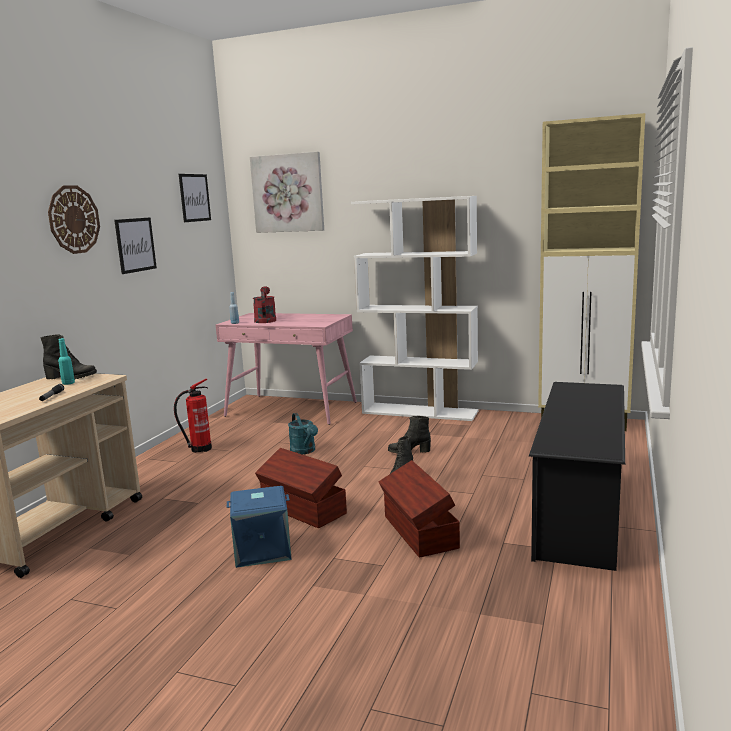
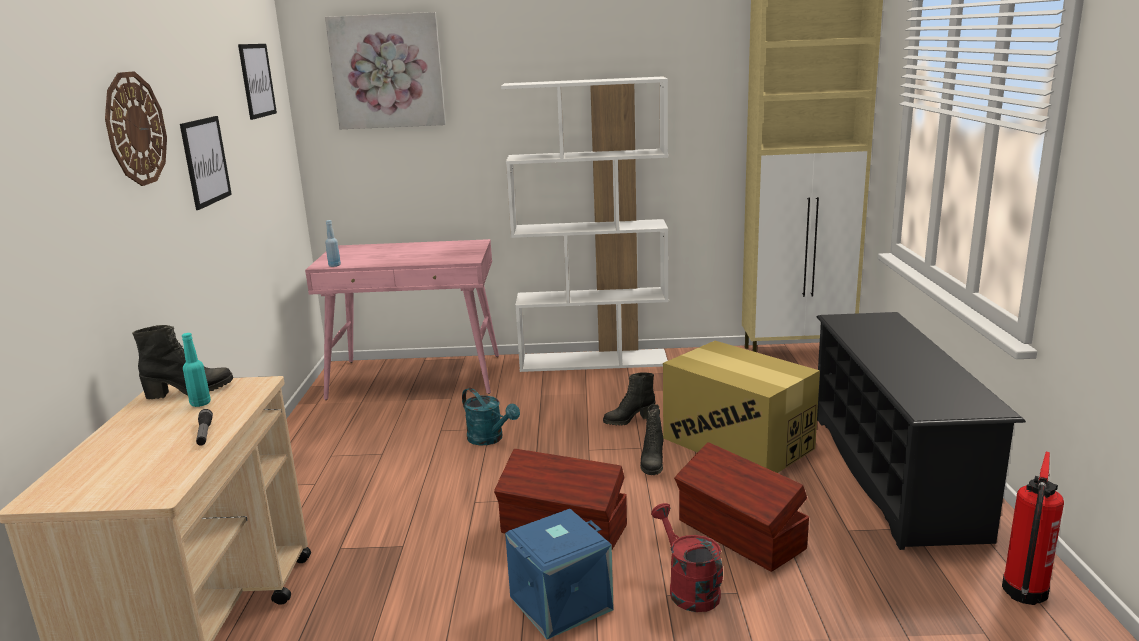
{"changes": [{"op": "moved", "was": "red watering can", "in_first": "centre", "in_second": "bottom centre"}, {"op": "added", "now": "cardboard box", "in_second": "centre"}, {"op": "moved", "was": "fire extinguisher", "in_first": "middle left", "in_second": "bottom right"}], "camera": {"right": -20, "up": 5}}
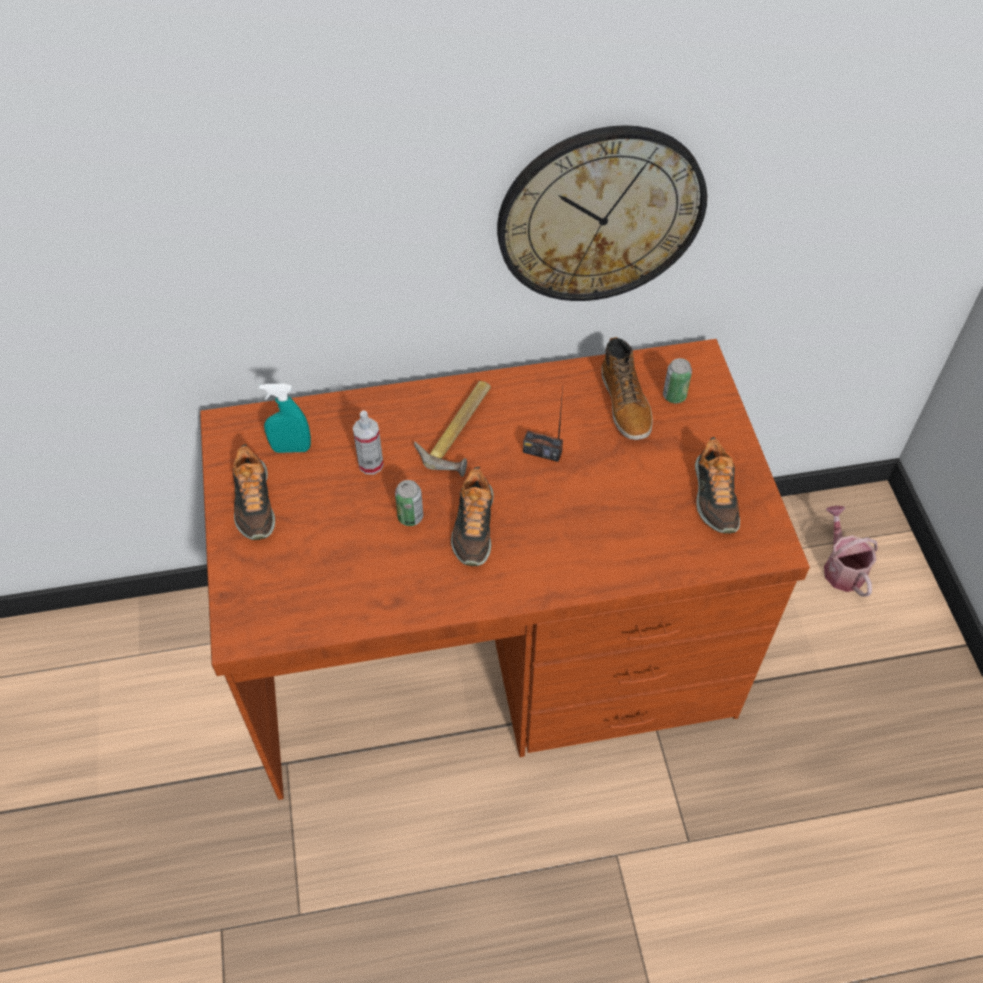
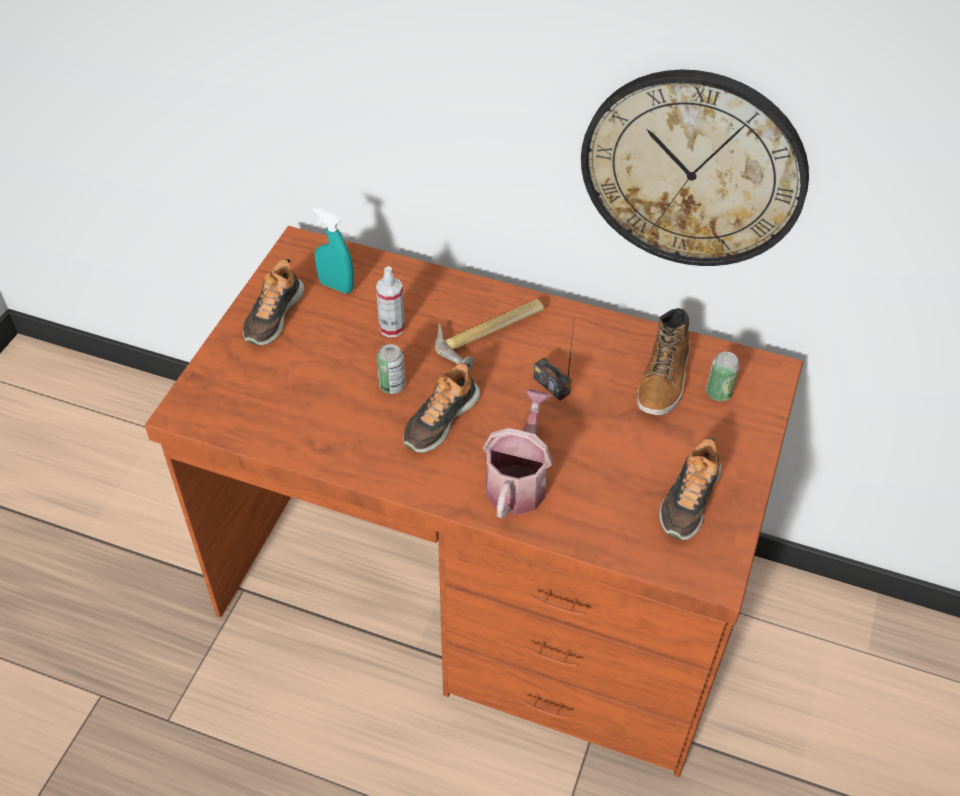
{"changes": [{"op": "moved", "was": "watering can", "in_first": "middle right", "in_second": "centre"}], "camera": {"right": 30, "up": -5}}
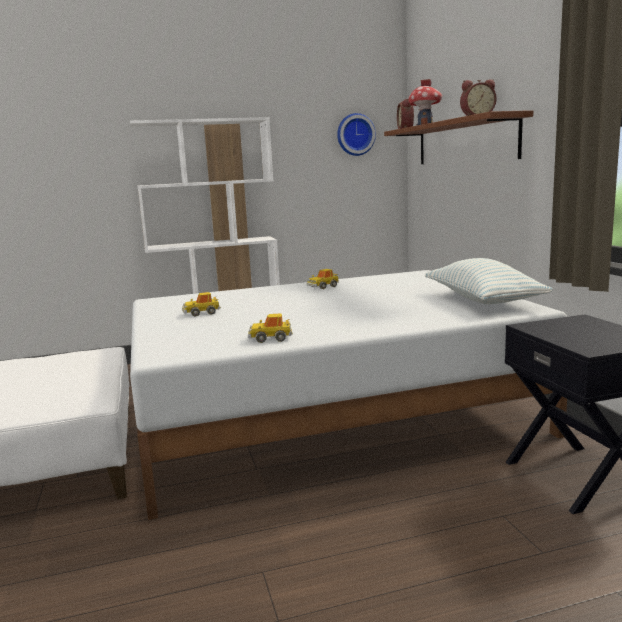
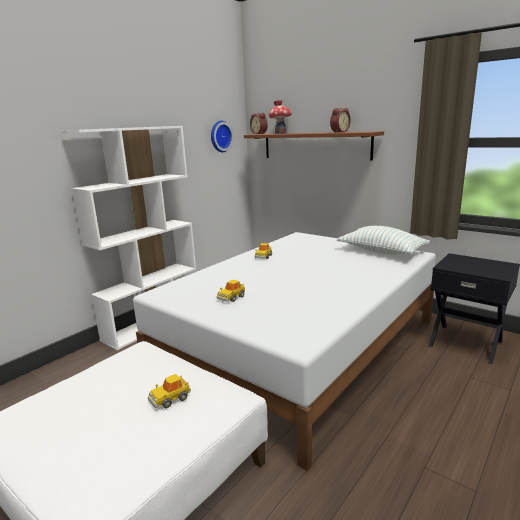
{"changes": [{"op": "moved", "was": "toy car (2nd from left in the first image)", "now": "toy car (1st from left)", "in_first": "centre", "in_second": "bottom left"}], "camera": {"right": -35, "up": 5}}
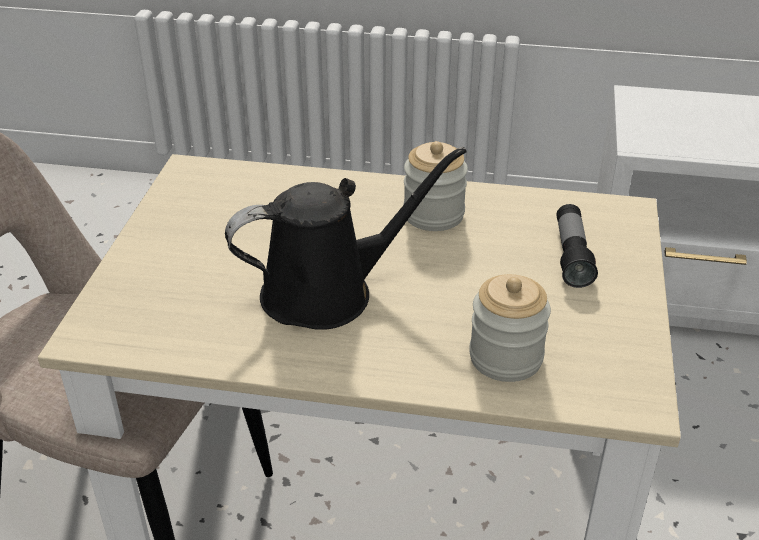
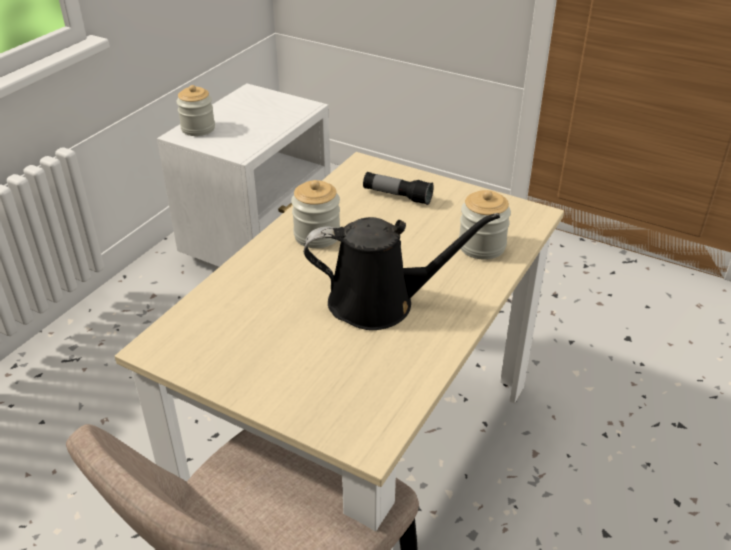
{"changes": [{"op": "added", "now": "jar (1st from left)", "in_second": "top left"}, {"op": "turned", "was": "black watering can", "in_first": "centre", "in_second": "centre", "clockwise": 90}], "camera": {"right": -70, "up": 0}}
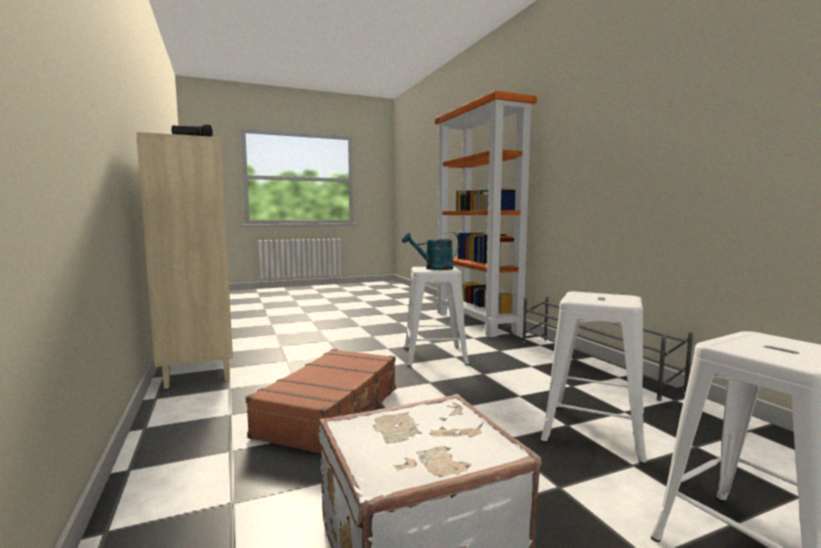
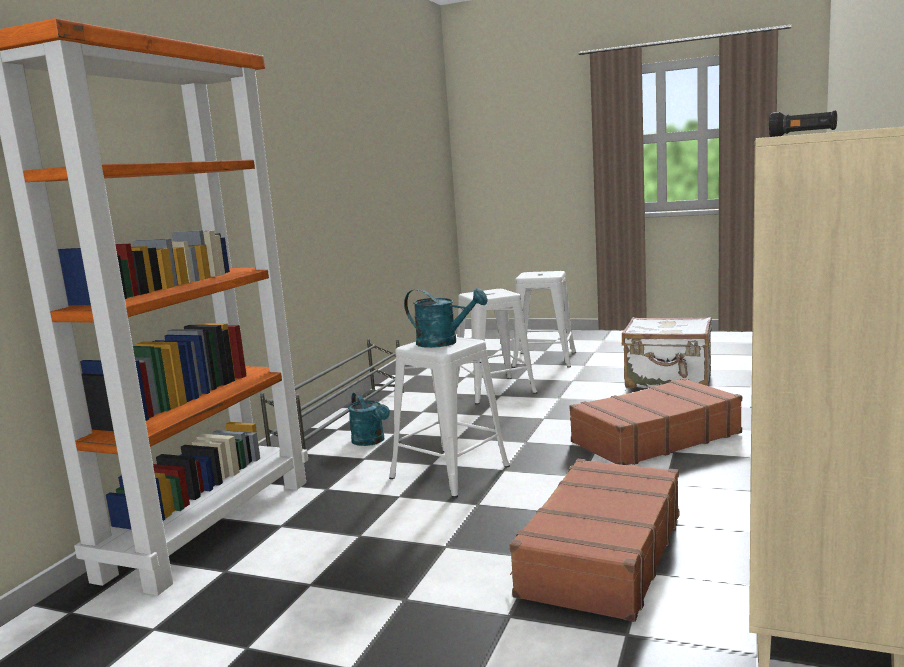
{"changes": [{"op": "added", "now": "turquoise watering can (1st from left)", "in_second": "centre"}, {"op": "added", "now": "brown suitcase (1st from left)", "in_second": "bottom centre"}], "camera": {"right": -135, "up": 5}}
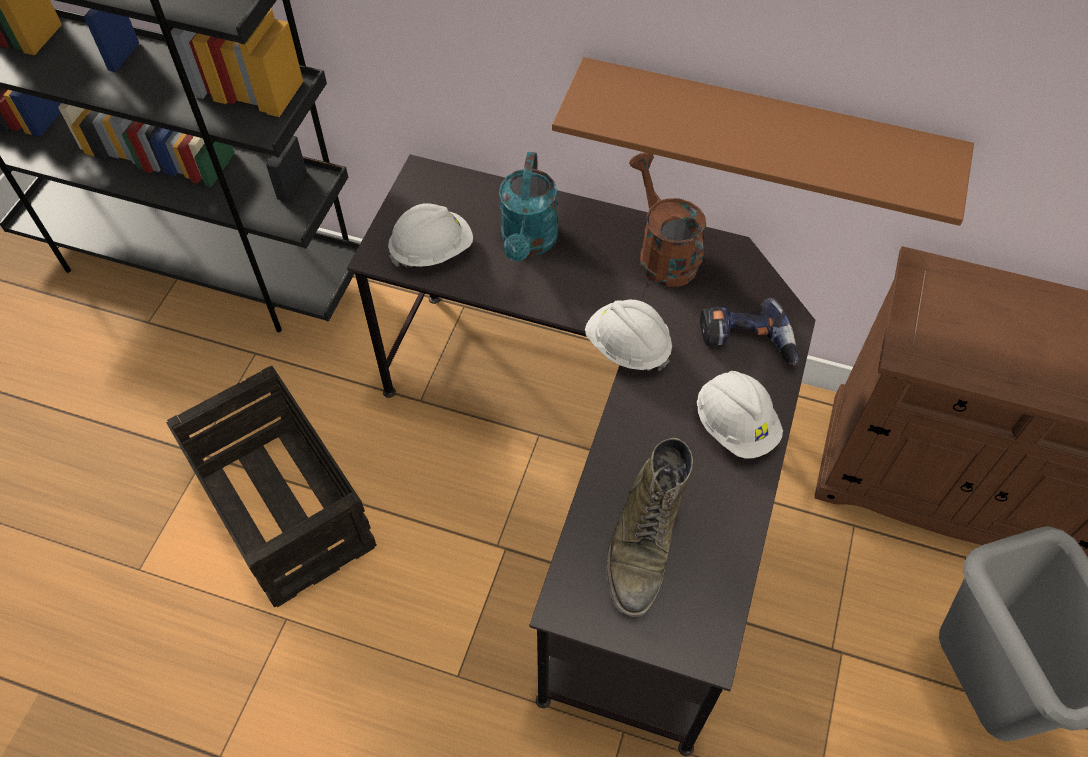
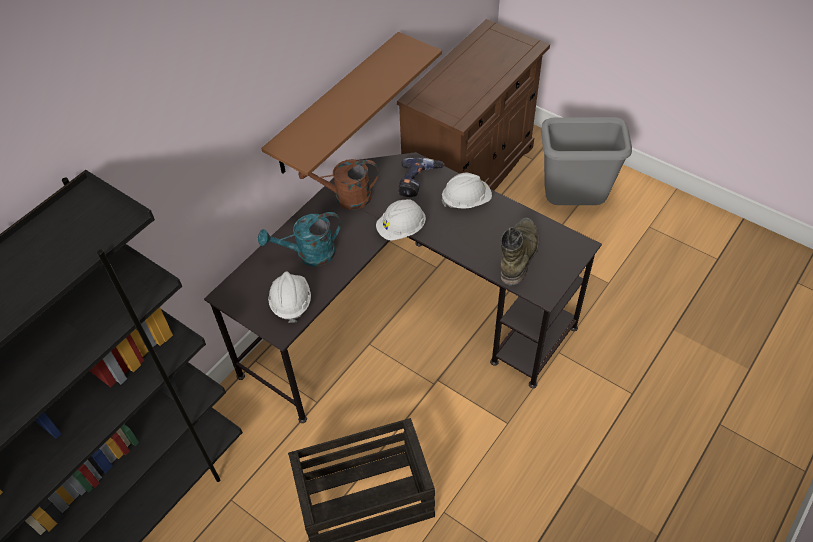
{"changes": [{"op": "turned", "was": "turquoise watering can", "in_first": "top centre", "in_second": "centre", "clockwise": 135}, {"op": "turned", "was": "green boot", "in_first": "bottom centre", "in_second": "centre", "clockwise": -105}], "camera": {"right": -70, "up": -5}}
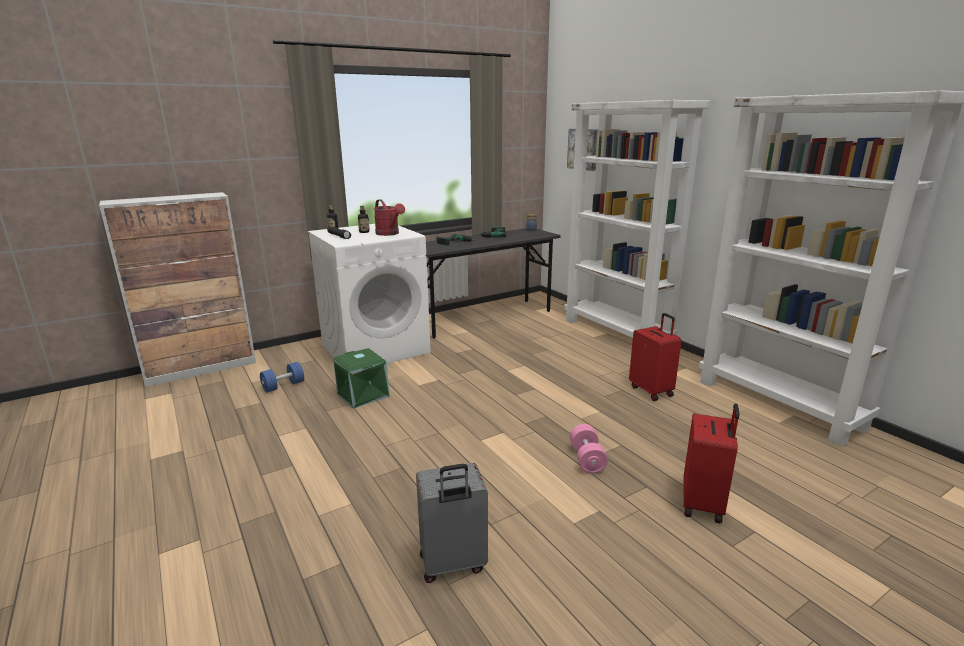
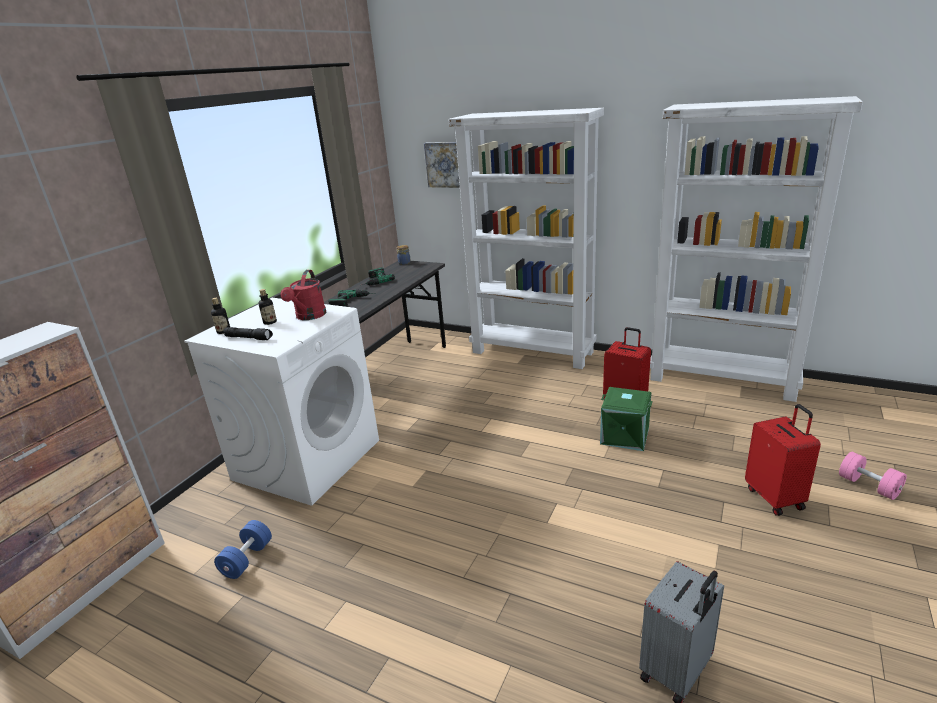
{"changes": [{"op": "turned", "was": "red watering can", "in_first": "centre", "in_second": "middle left", "clockwise": 75}, {"op": "moved", "was": "green storage box", "in_first": "centre", "in_second": "middle right"}, {"op": "moved", "was": "pink dumbbell", "in_first": "bottom centre", "in_second": "bottom right"}], "camera": {"right": -30, "up": 5}}
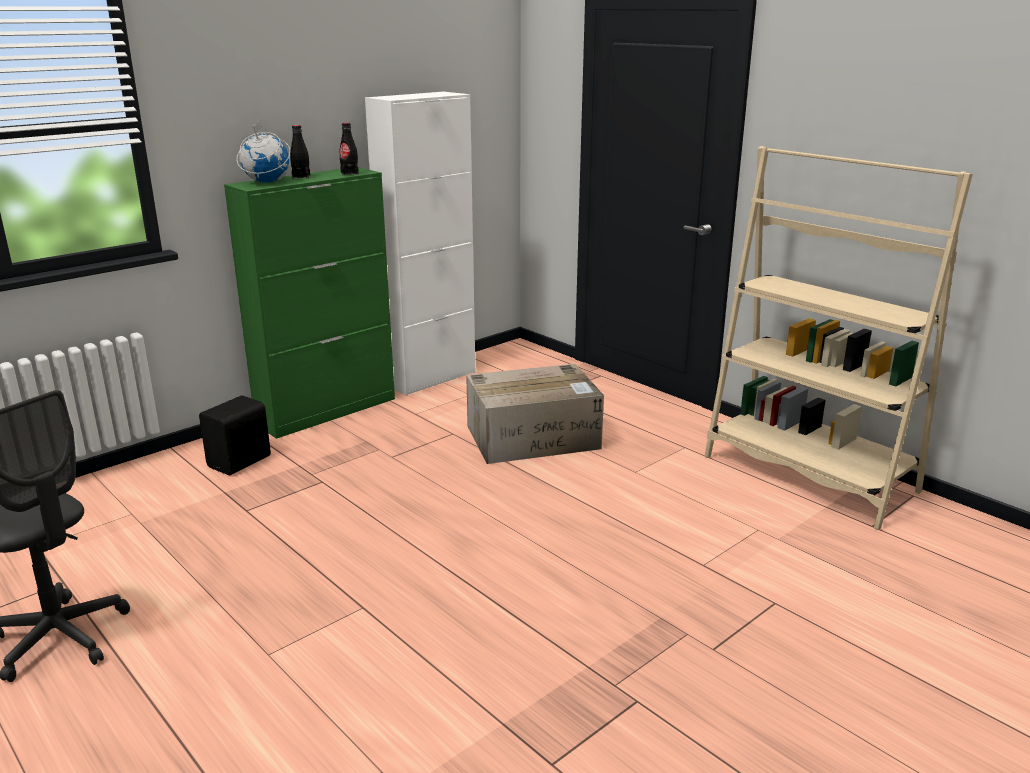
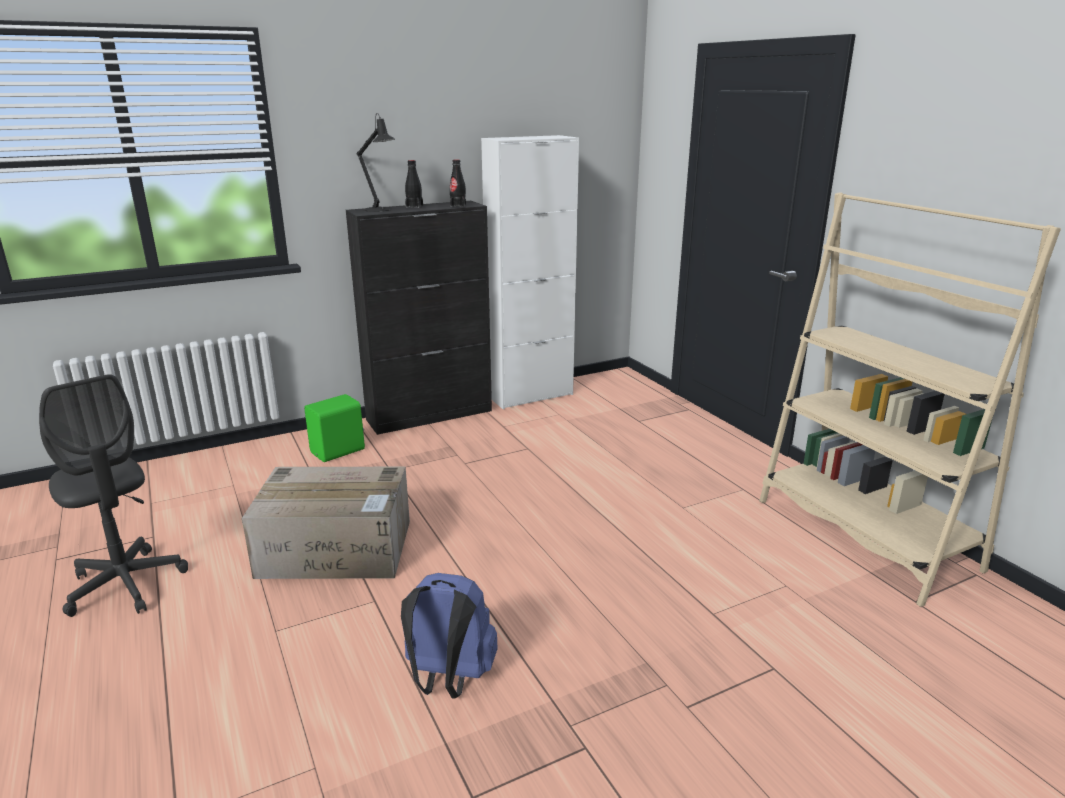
{"changes": [{"op": "moved", "was": "cardboard box", "in_first": "centre", "in_second": "middle left"}, {"op": "recoloured", "was": "black speaker", "now": "green speaker", "in_first": "middle left", "in_second": "middle left"}, {"op": "recoloured", "was": "green cabinet", "now": "black cabinet", "in_first": "middle left", "in_second": "centre"}, {"op": "replaced", "was": "globe", "now": "black table lamp", "in_first": "top left", "in_second": "top centre"}, {"op": "added", "now": "blue backpack", "in_second": "bottom centre"}], "camera": {"right": 15, "up": 0}}
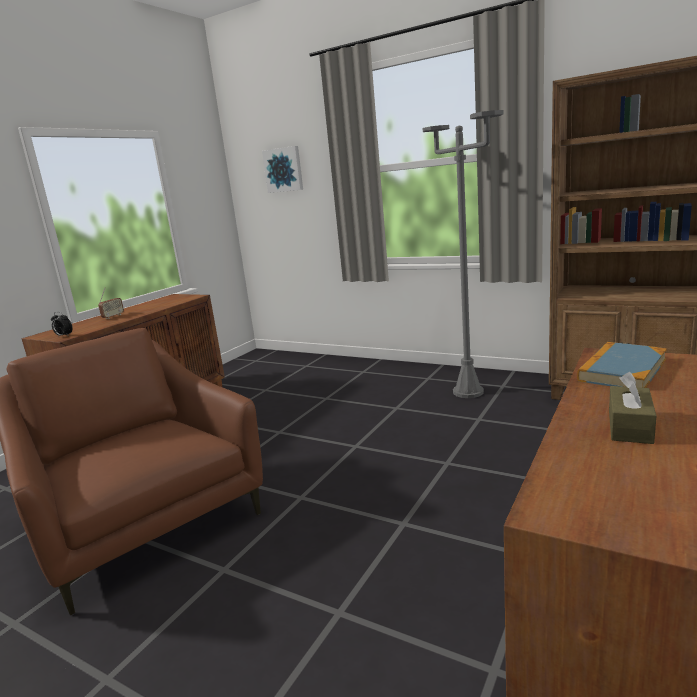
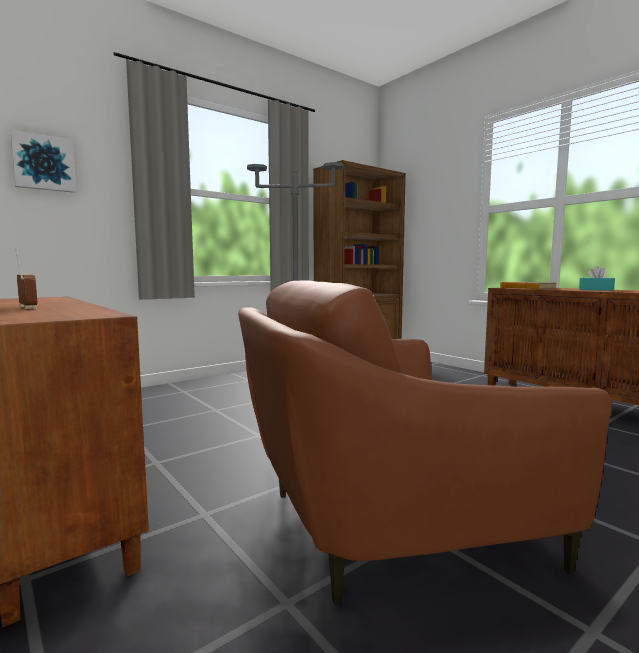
{"changes": [{"op": "recoloured", "was": "brown tissue box", "now": "turquoise tissue box", "in_first": "middle right", "in_second": "middle right"}, {"op": "removed", "was": "alarm clock", "in_first": "middle left"}], "camera": {"right": -70, "up": -10}}
